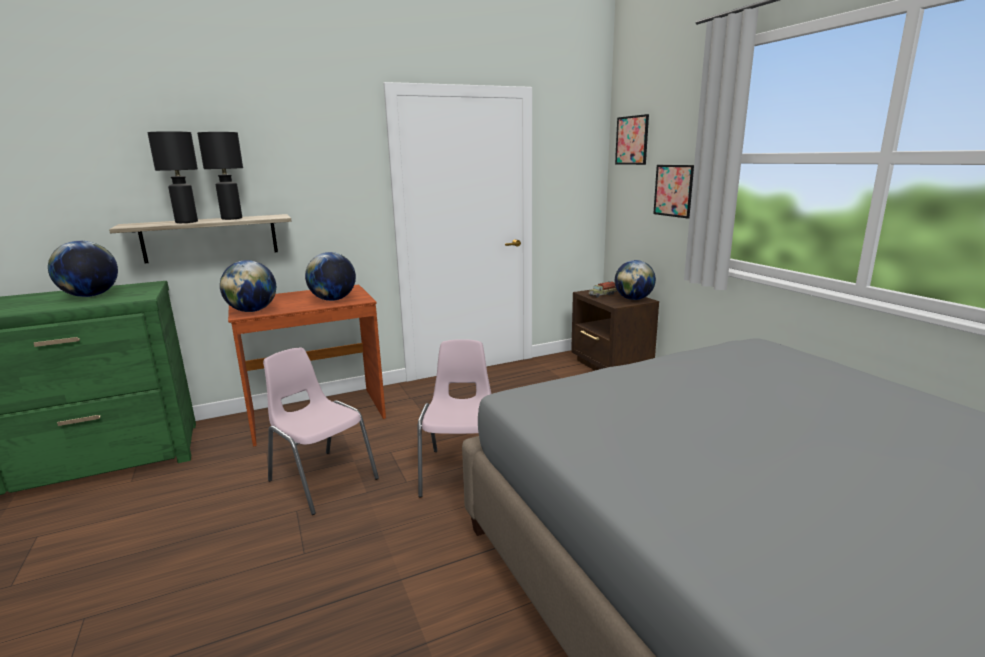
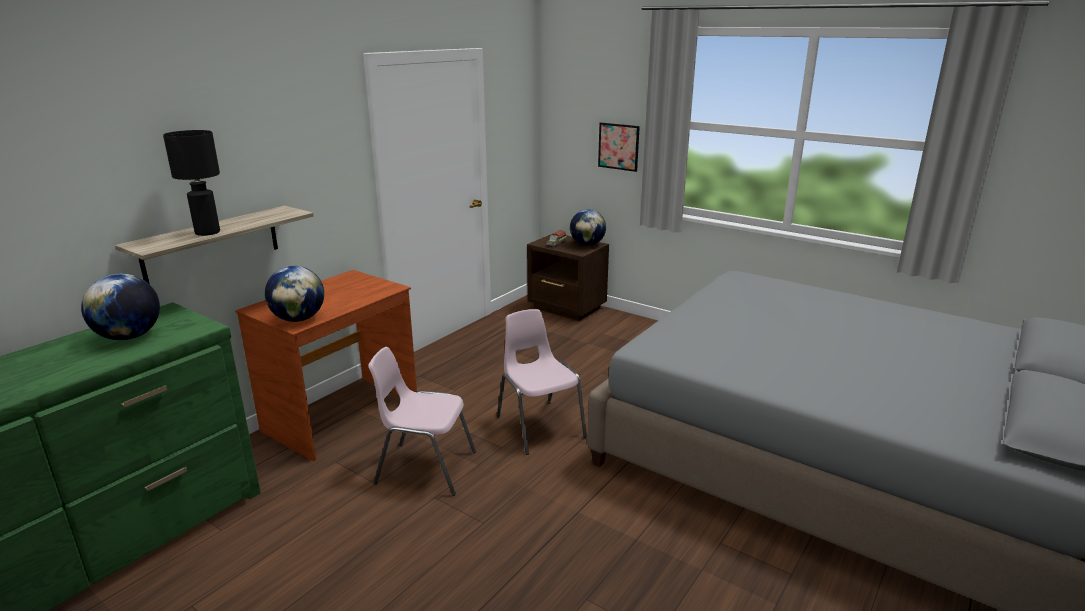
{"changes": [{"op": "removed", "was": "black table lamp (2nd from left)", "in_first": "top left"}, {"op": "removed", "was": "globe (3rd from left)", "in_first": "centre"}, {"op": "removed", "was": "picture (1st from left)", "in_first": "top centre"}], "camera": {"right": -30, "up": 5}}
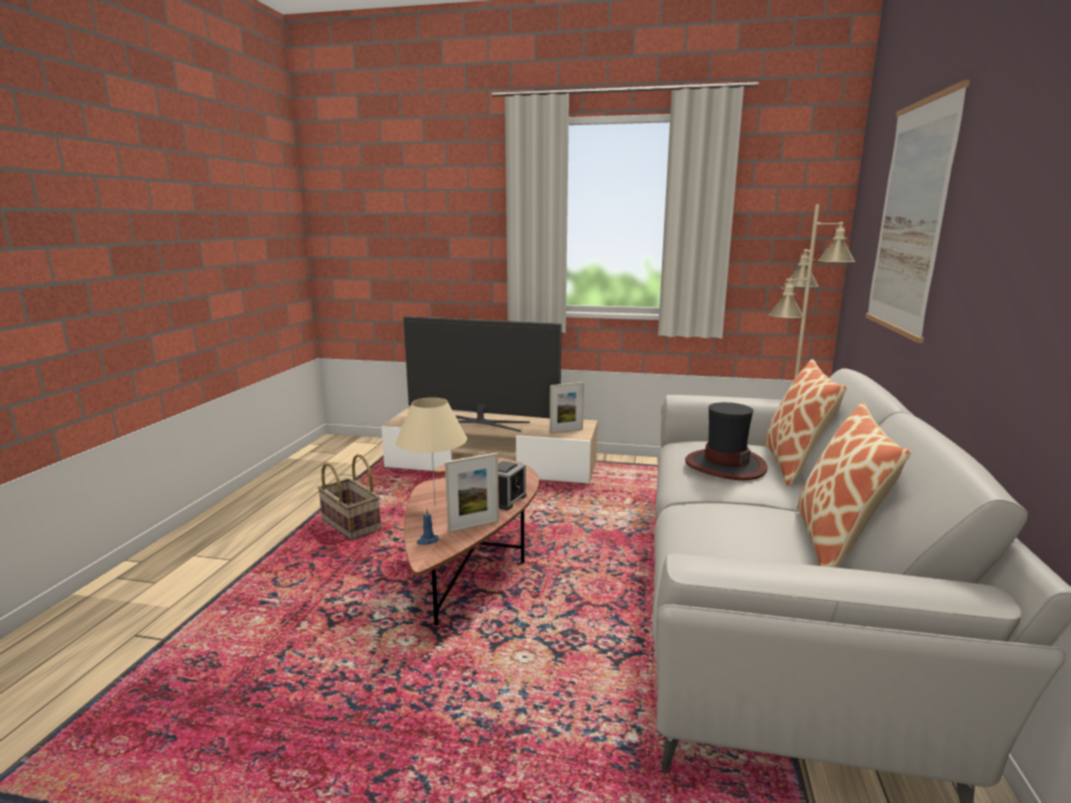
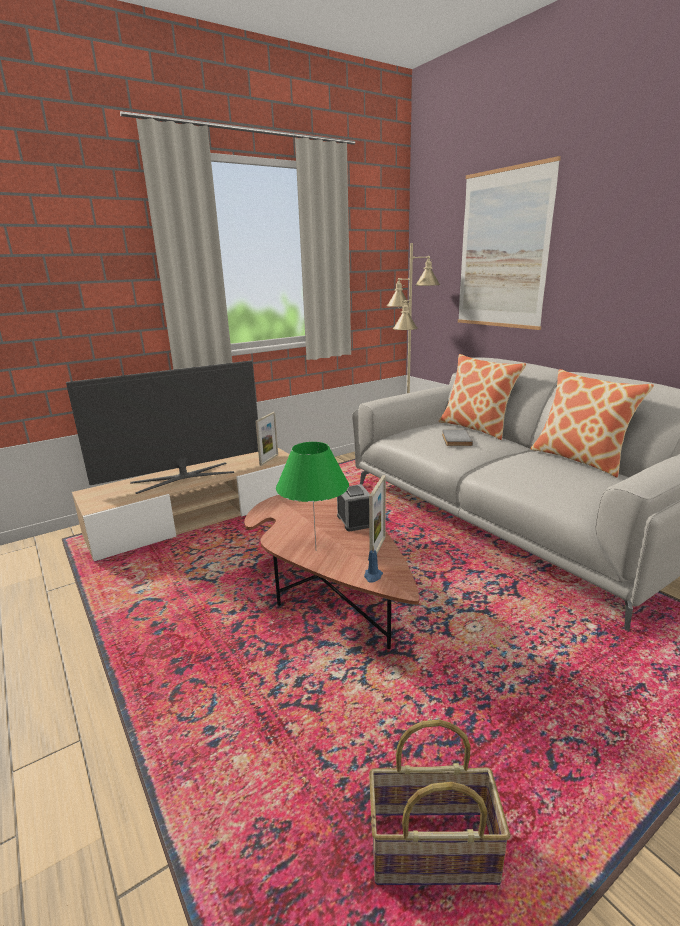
{"changes": [{"op": "recoloured", "was": "beige table lamp", "now": "green table lamp", "in_first": "centre", "in_second": "centre"}, {"op": "moved", "was": "basket", "in_first": "middle left", "in_second": "bottom centre"}, {"op": "replaced", "was": "hat", "now": "grey book", "in_first": "middle right", "in_second": "middle right"}], "camera": {"right": -45, "up": 5}}
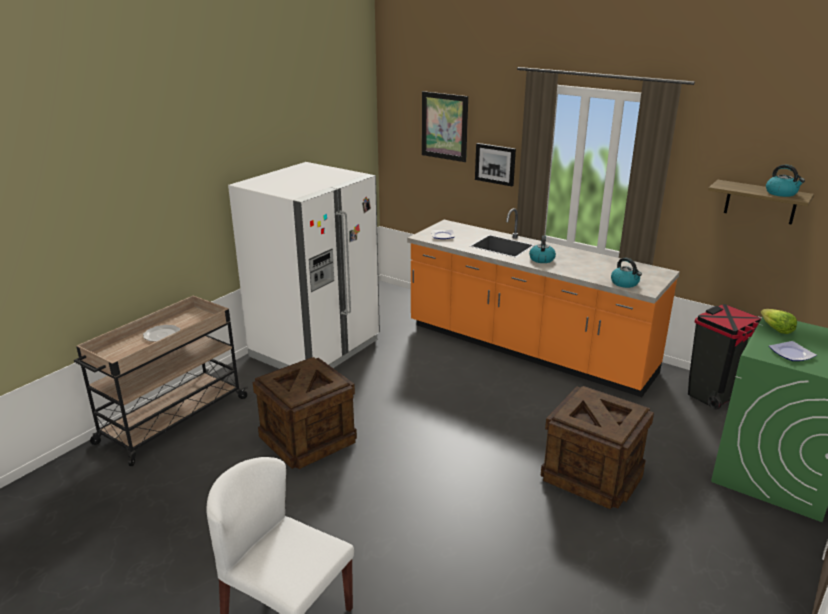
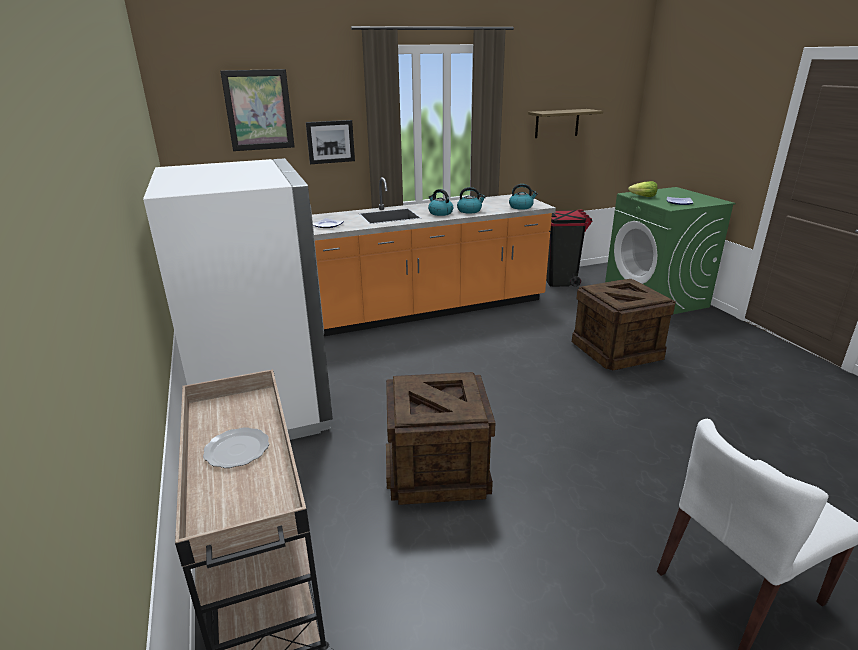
{"changes": [{"op": "moved", "was": "kettle (3rd from left in the first image)", "now": "kettle (2nd from left)", "in_first": "top right", "in_second": "top centre"}], "camera": {"right": -55, "up": 0}}
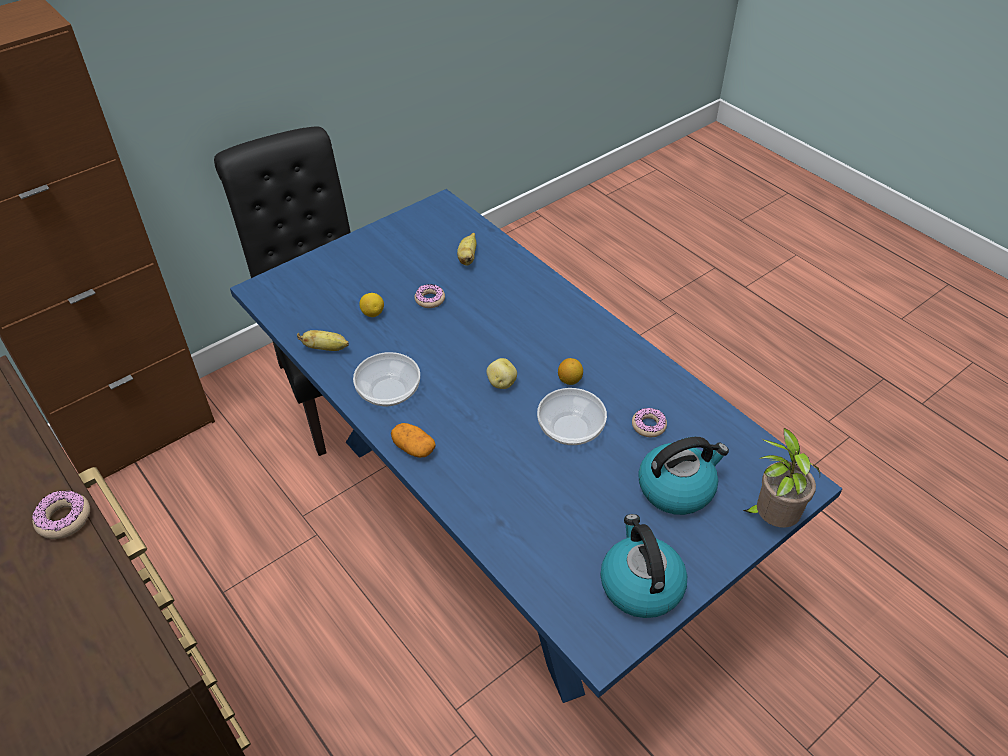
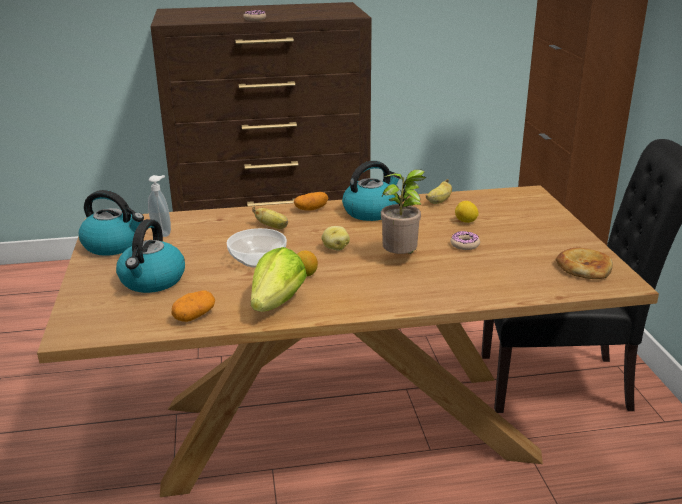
{"changes": [{"op": "recoloured", "was": "blue dining table", "now": "brown dining table", "in_first": "centre", "in_second": "bottom centre"}, {"op": "added", "now": "soap dispenser", "in_second": "middle left"}, {"op": "added", "now": "potato (1st from left)", "in_second": "middle left"}, {"op": "added", "now": "lettuce", "in_second": "centre"}, {"op": "moved", "was": "banana (2nd from left in the first image)", "now": "banana (1st from left)", "in_first": "top centre", "in_second": "centre"}, {"op": "replaced", "was": "bowl (1st from left)", "now": "kettle (3rd from left)", "in_first": "centre", "in_second": "centre"}, {"op": "moved", "was": "potted plant", "in_first": "middle right", "in_second": "centre"}, {"op": "added", "now": "bread", "in_second": "middle right"}, {"op": "removed", "was": "donut (3rd from left)", "in_first": "centre"}], "camera": {"right": 120, "up": -20}}
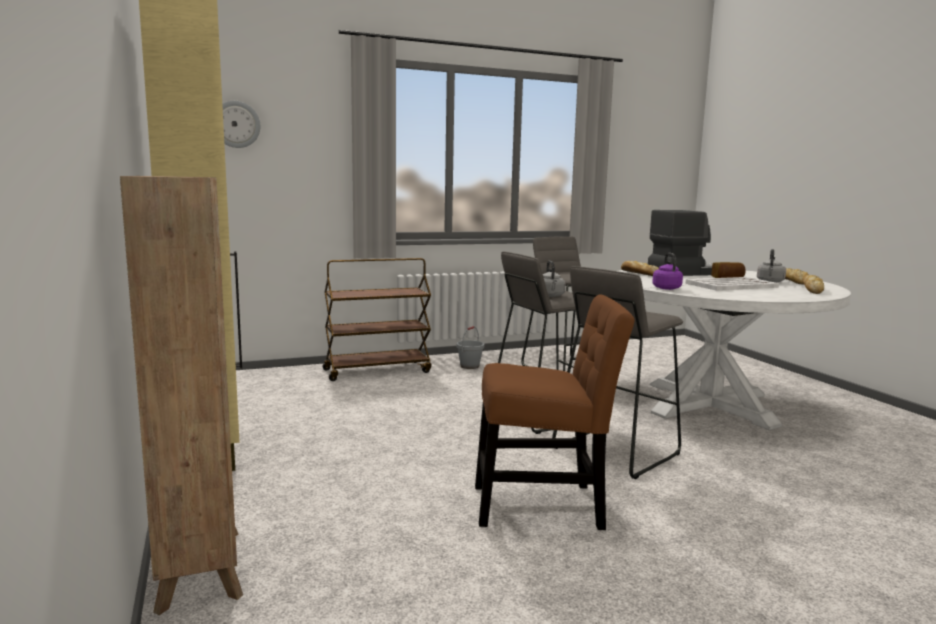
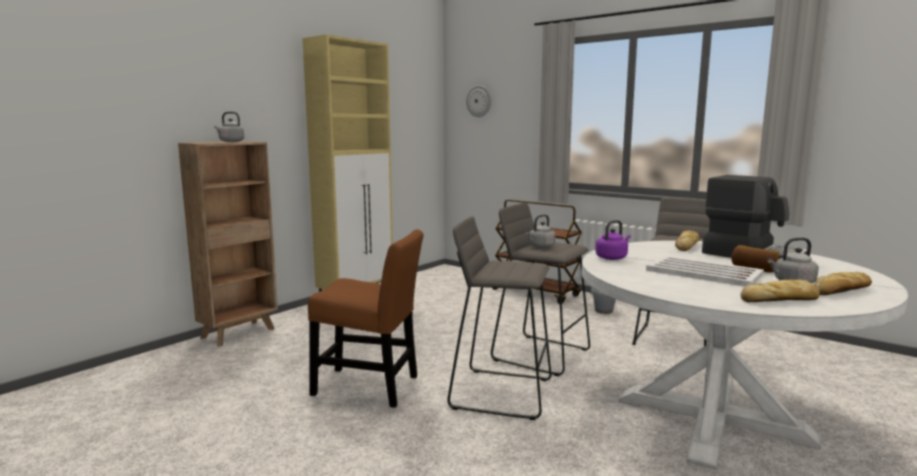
{"changes": [{"op": "added", "now": "grey kettle (1st from left)", "in_second": "top left"}, {"op": "turned", "was": "brown chair", "in_first": "centre", "in_second": "bottom centre", "clockwise": -45}], "camera": {"right": 60, "up": 0}}
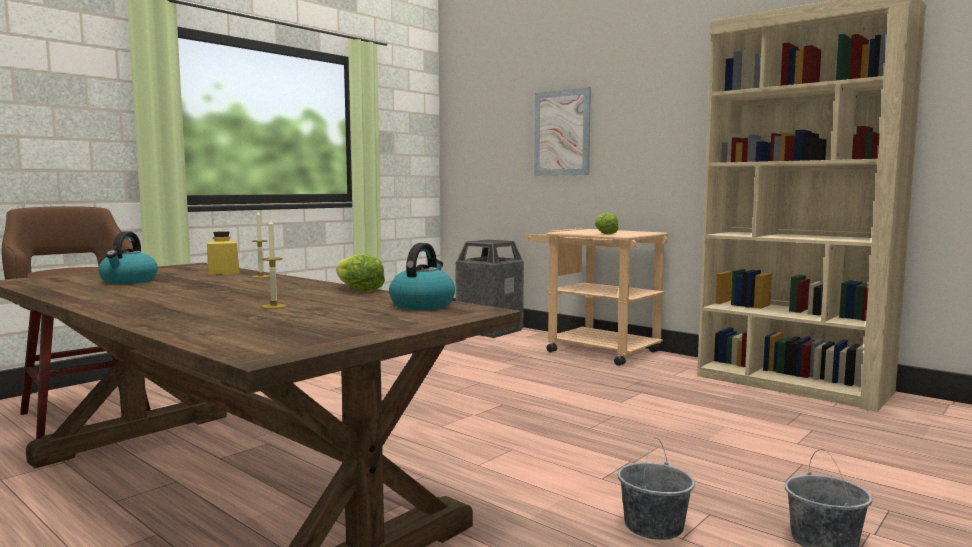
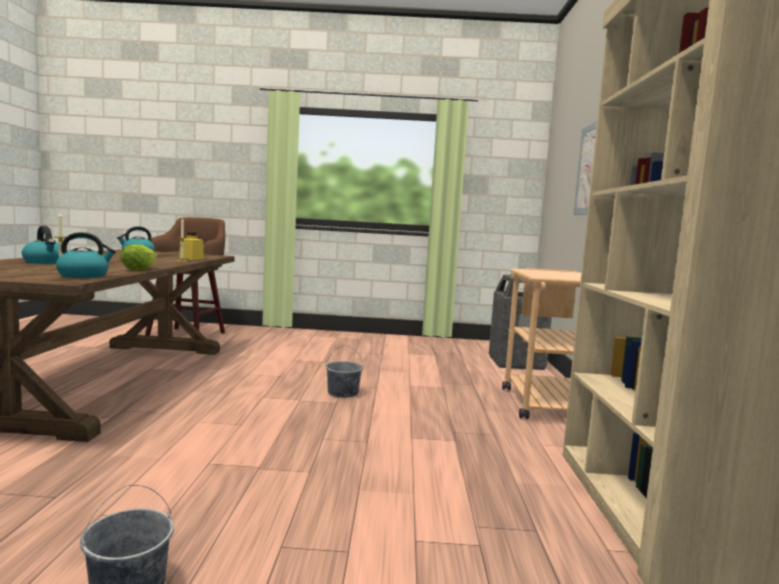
{"changes": [{"op": "added", "now": "kettle (1st from left)", "in_second": "middle left"}, {"op": "moved", "was": "grey bucket (1st from left in the first image)", "now": "grey bucket (2nd from left)", "in_first": "bottom right", "in_second": "centre"}, {"op": "removed", "was": "lettuce (2nd from left)", "in_first": "centre"}], "camera": {"right": 50, "up": 0}}
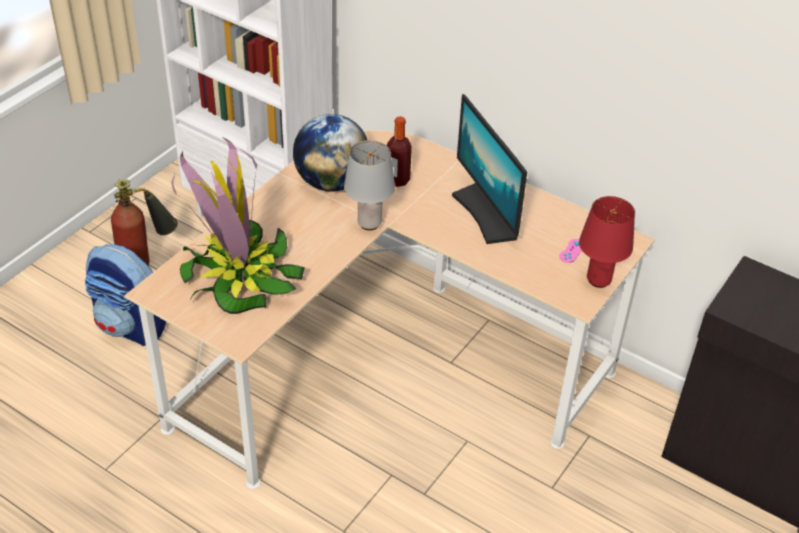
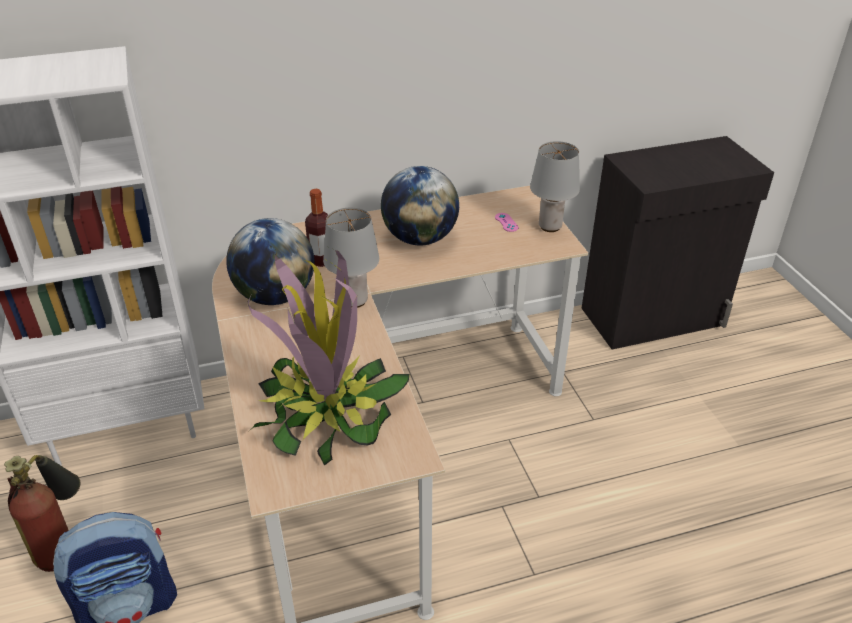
{"changes": [{"op": "replaced", "was": "monitor", "now": "globe (2nd from left)", "in_first": "top centre", "in_second": "top centre"}, {"op": "recoloured", "was": "red table lamp", "now": "grey table lamp (2nd from left)", "in_first": "middle right", "in_second": "top centre"}], "camera": {"right": -50, "up": -5}}
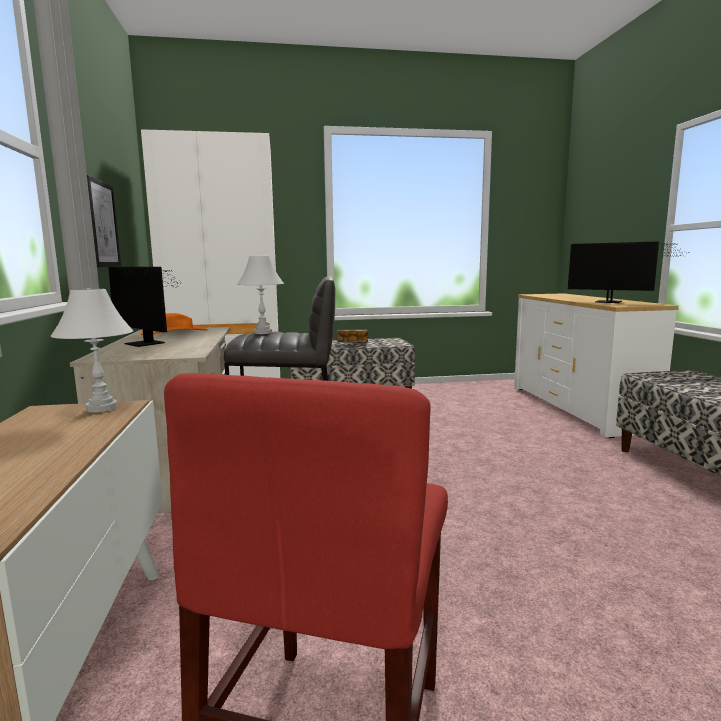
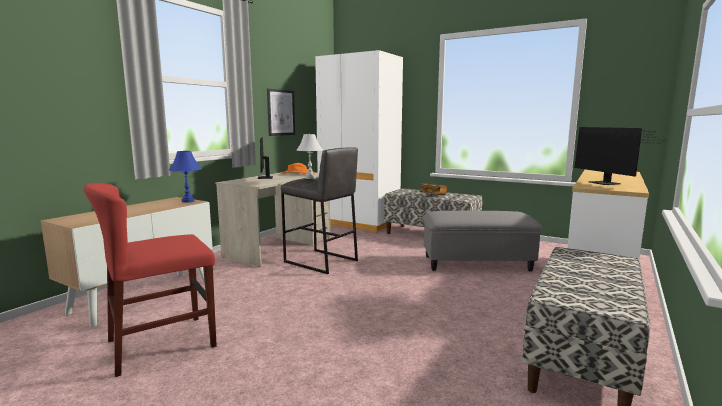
{"changes": [{"op": "recoloured", "was": "white table lamp (1st from left)", "now": "blue table lamp", "in_first": "middle left", "in_second": "middle left"}, {"op": "added", "now": "grey ottoman", "in_second": "middle right"}], "camera": {"right": 40, "up": 0}}
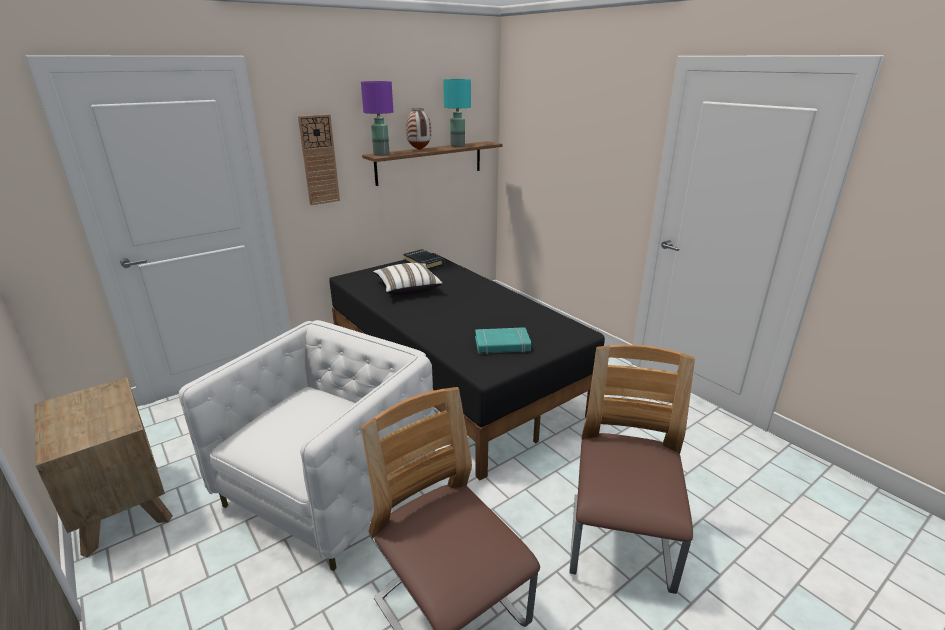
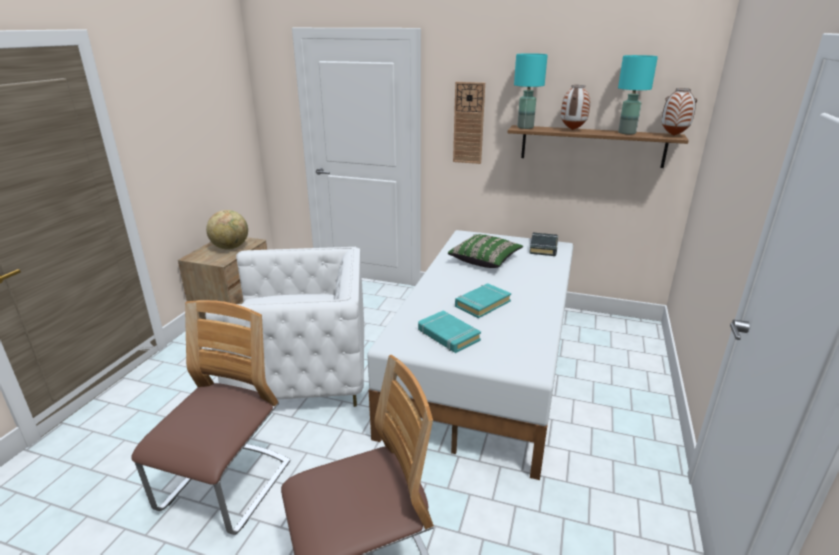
{"changes": [{"op": "added", "now": "globe", "in_second": "middle left"}, {"op": "recoloured", "was": "black bed", "now": "white bed", "in_first": "centre", "in_second": "centre"}, {"op": "recoloured", "was": "white pillow", "now": "green pillow", "in_first": "centre", "in_second": "centre"}, {"op": "added", "now": "turquoise book (2nd from left)", "in_second": "centre"}, {"op": "recoloured", "was": "purple table lamp", "now": "turquoise table lamp (1st from left)", "in_first": "top centre", "in_second": "top centre"}, {"op": "added", "now": "vase (2nd from left)", "in_second": "top right"}], "camera": {"right": 55, "up": 0}}
